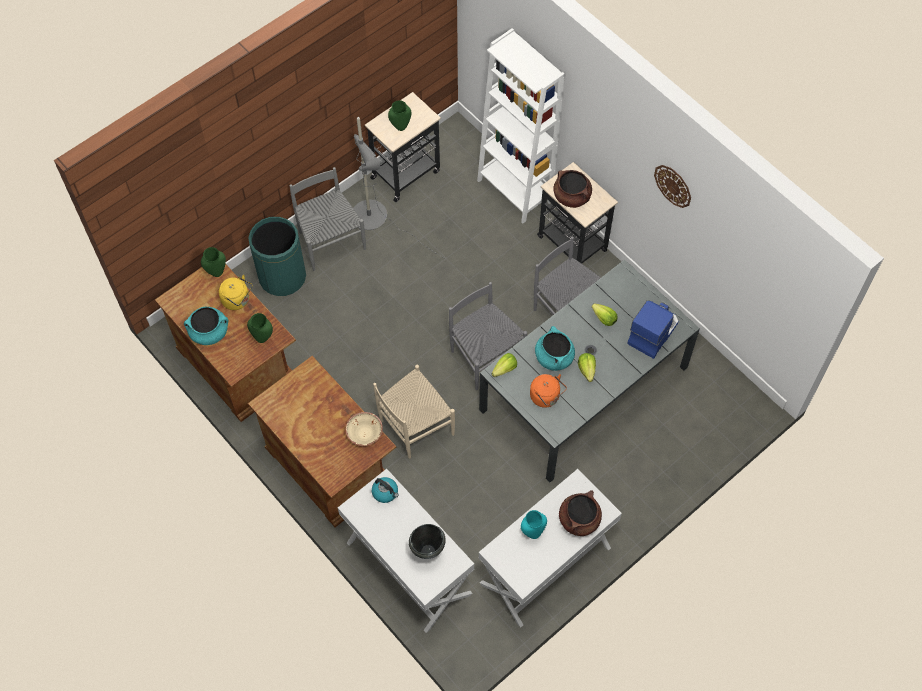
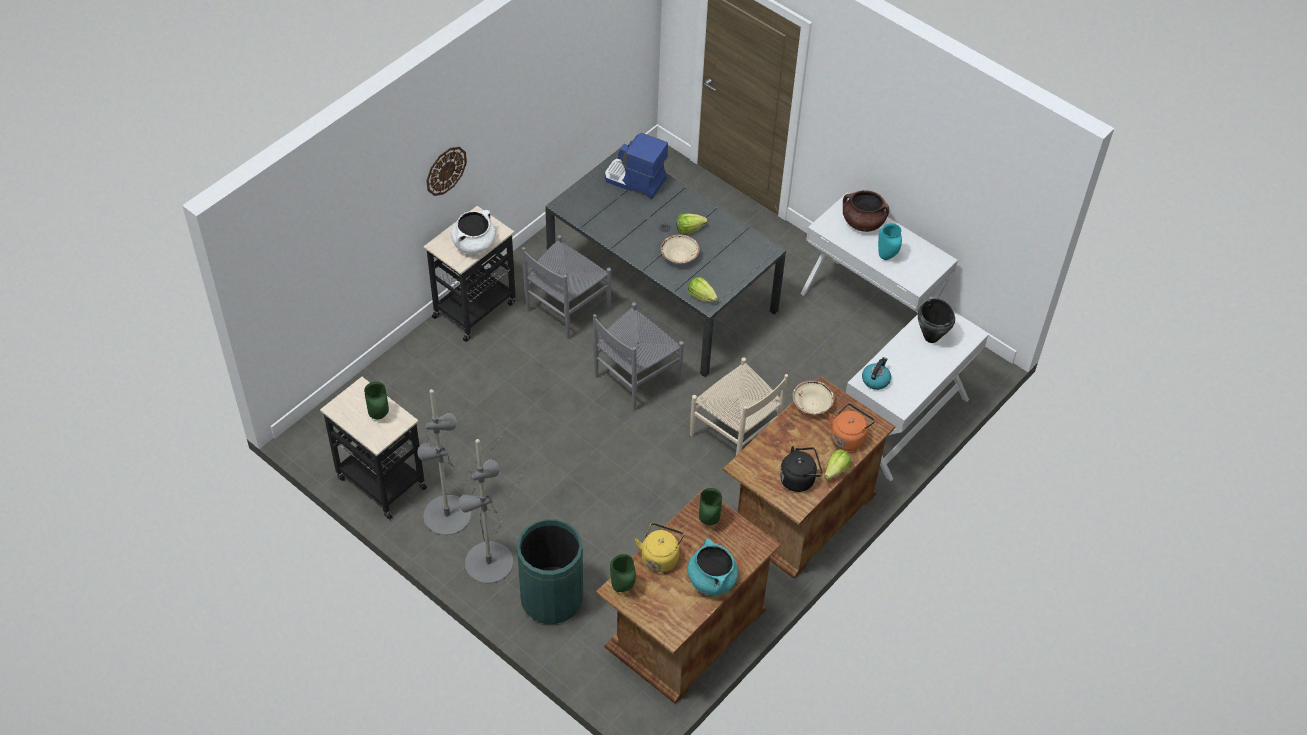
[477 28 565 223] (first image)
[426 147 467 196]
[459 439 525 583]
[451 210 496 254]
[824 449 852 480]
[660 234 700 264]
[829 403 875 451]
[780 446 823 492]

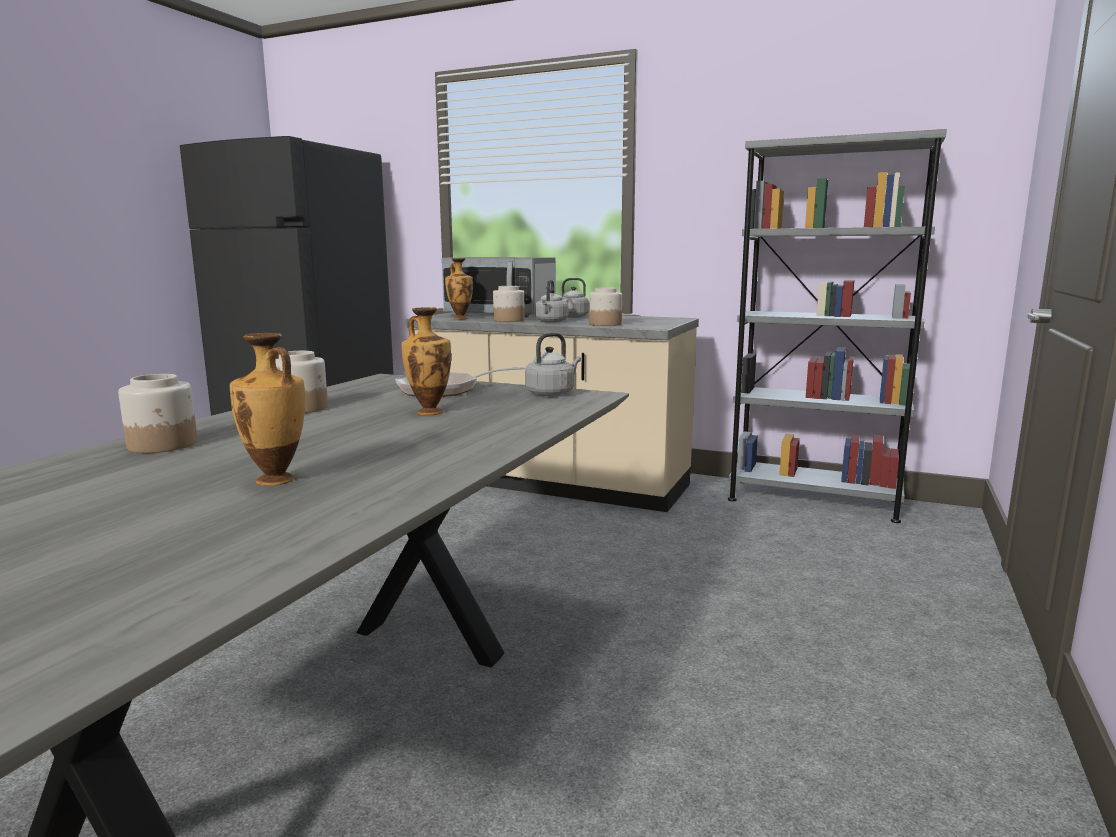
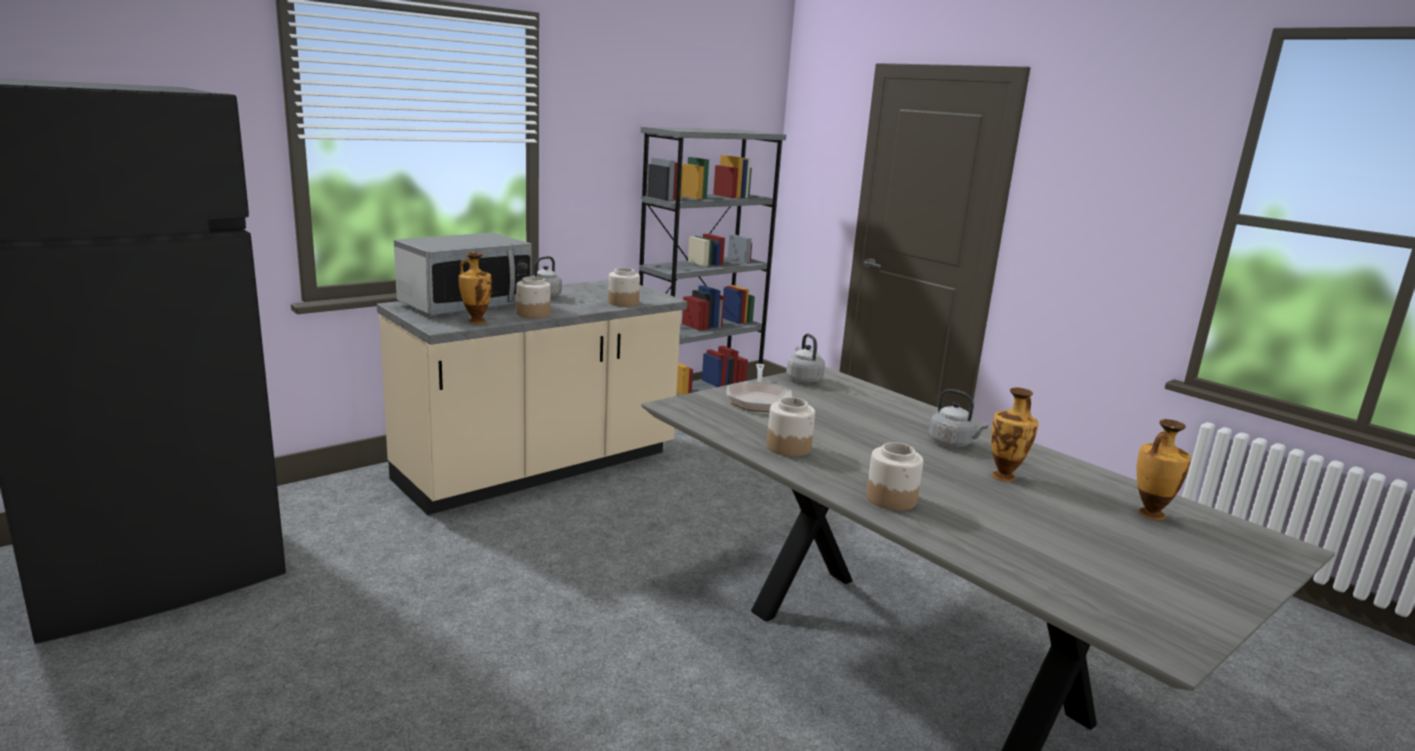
[929 389 989 447]
[1137 419 1191 520]

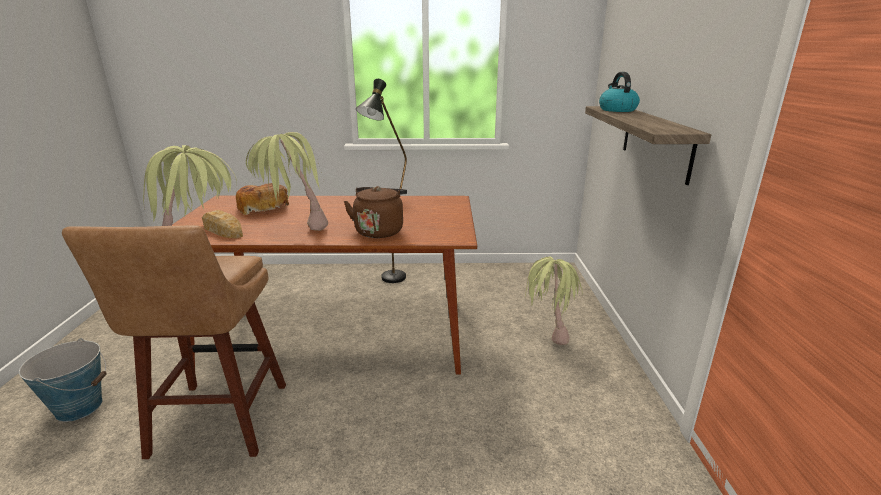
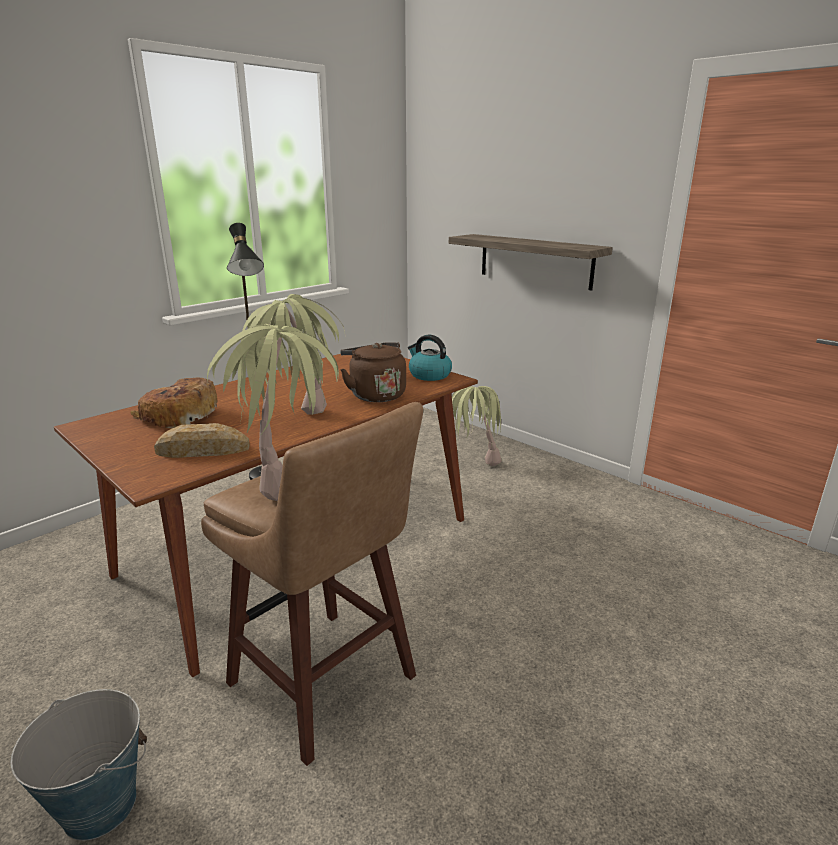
[408 335 452 381]

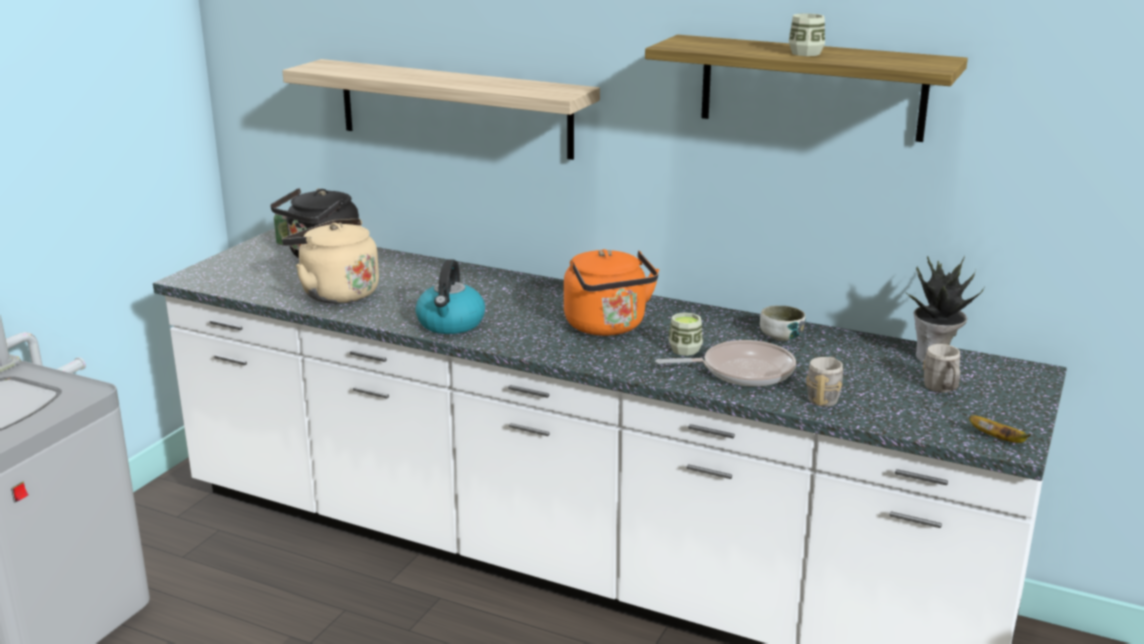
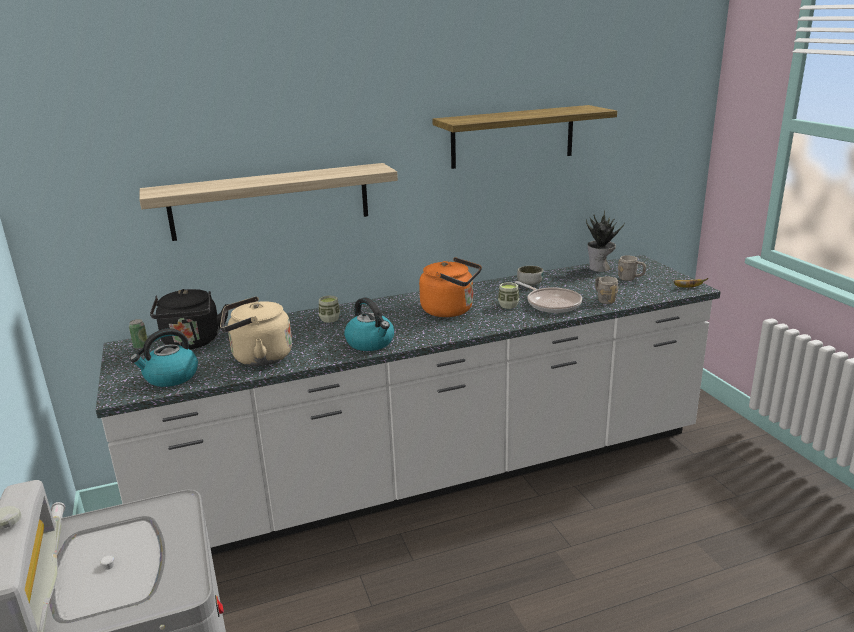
[319 296 340 323]
[515 281 582 313]
[130 328 198 387]

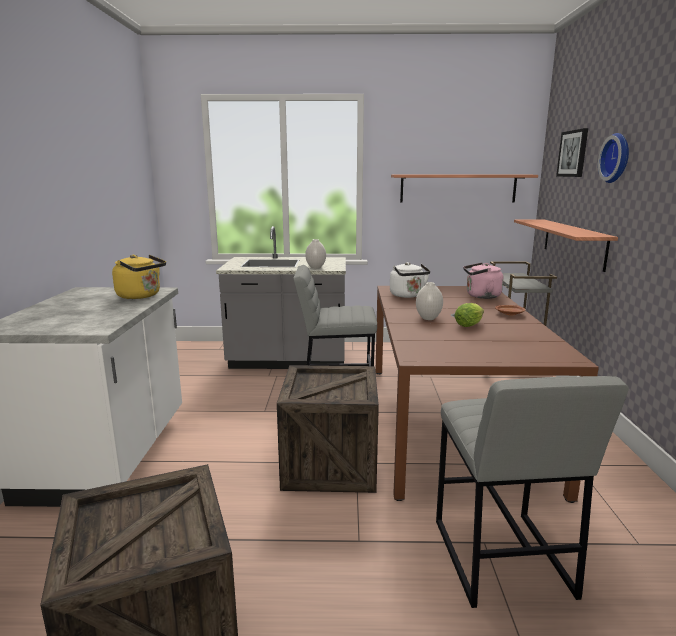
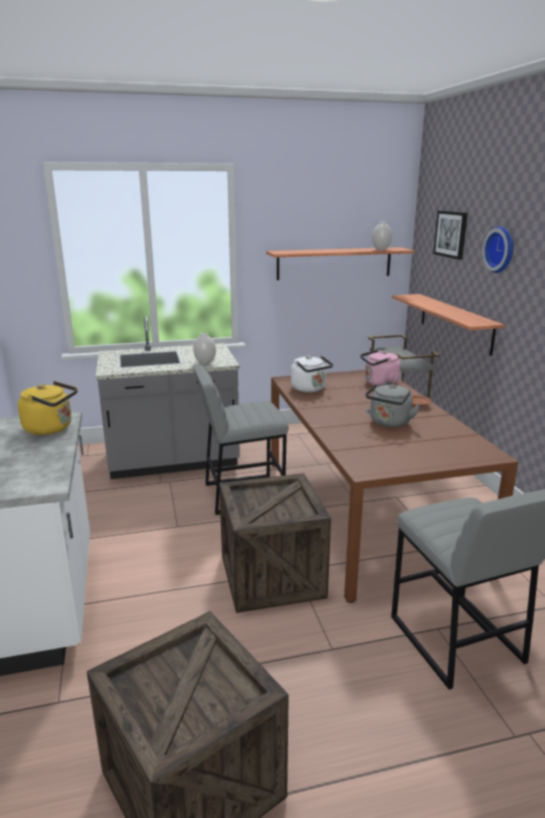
[372 222 392 250]
[365 384 421 427]

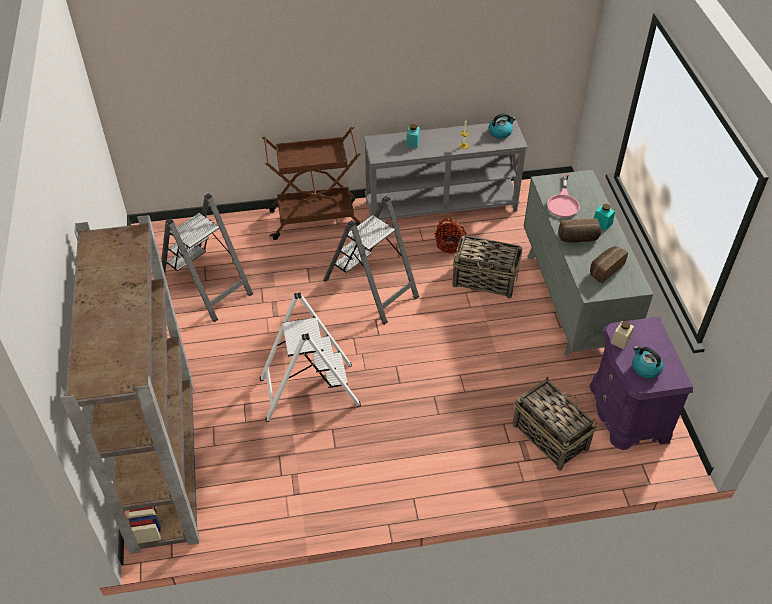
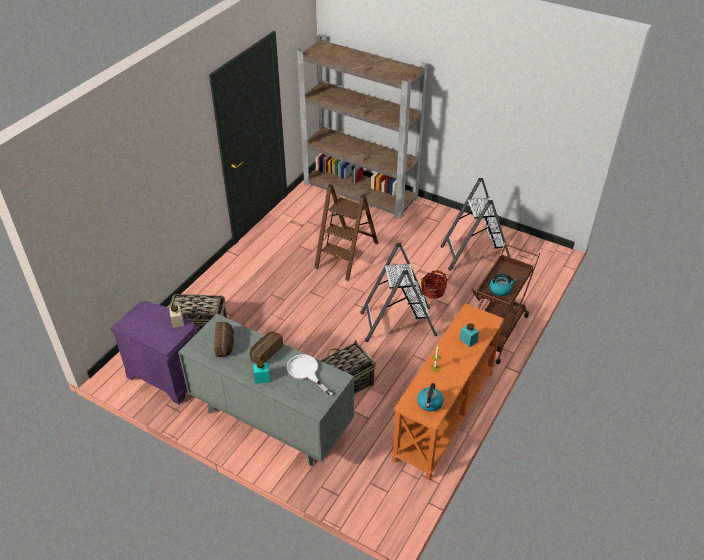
[391 303 504 480]
[287 354 333 397]
[421 270 448 299]
[314 184 378 281]
[489 274 516 296]

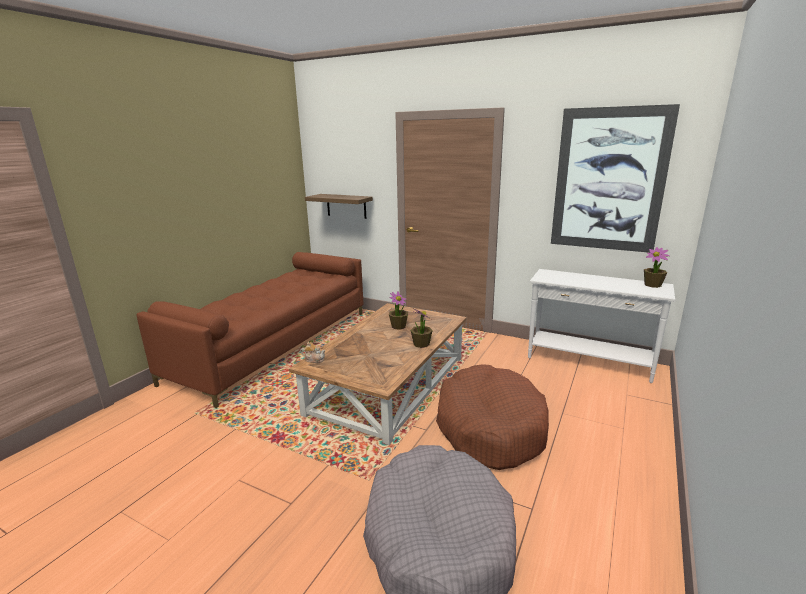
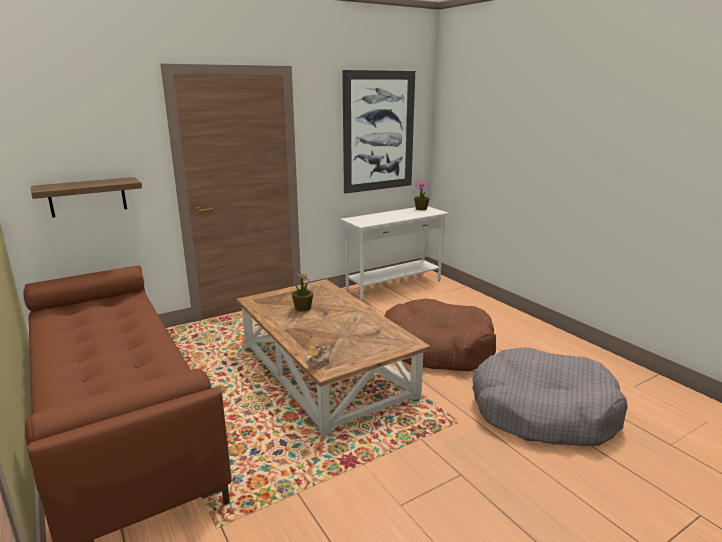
[410 309 433 348] (first image)

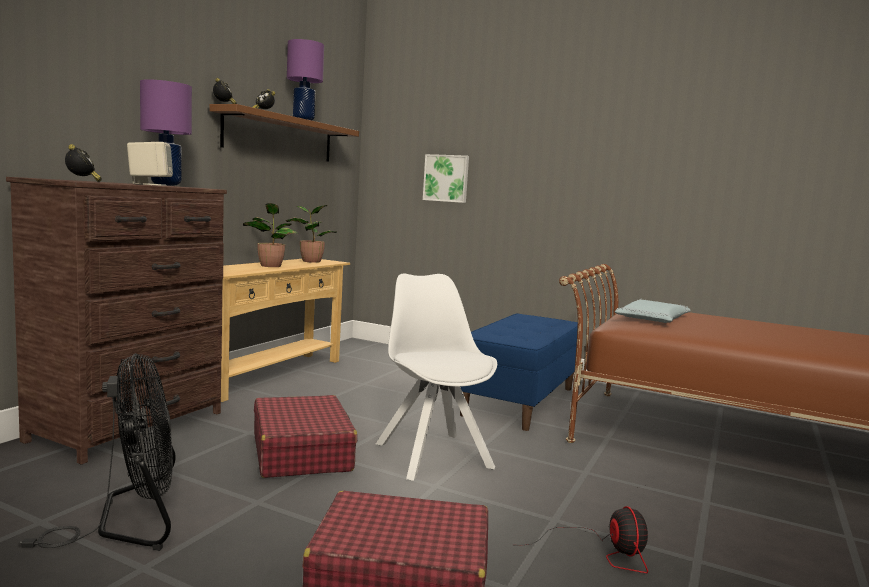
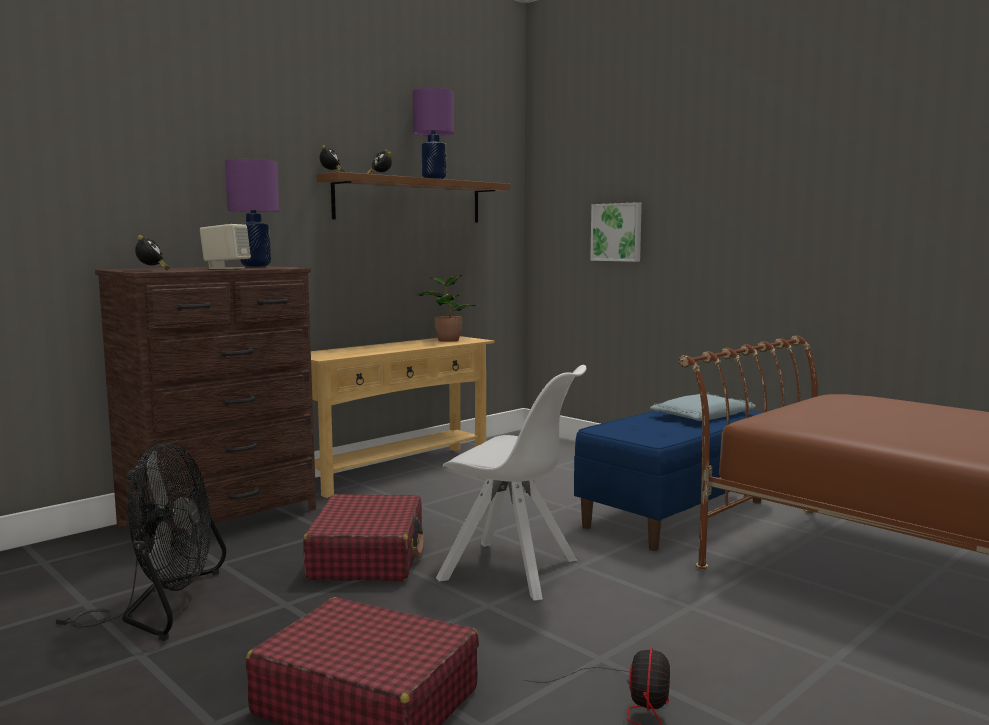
[243 203 298 267] (first image)
[436 365 587 601]
[650 392 756 421]

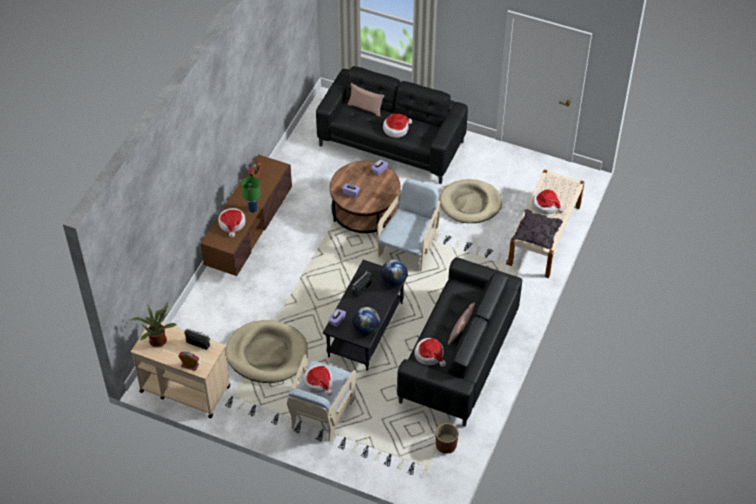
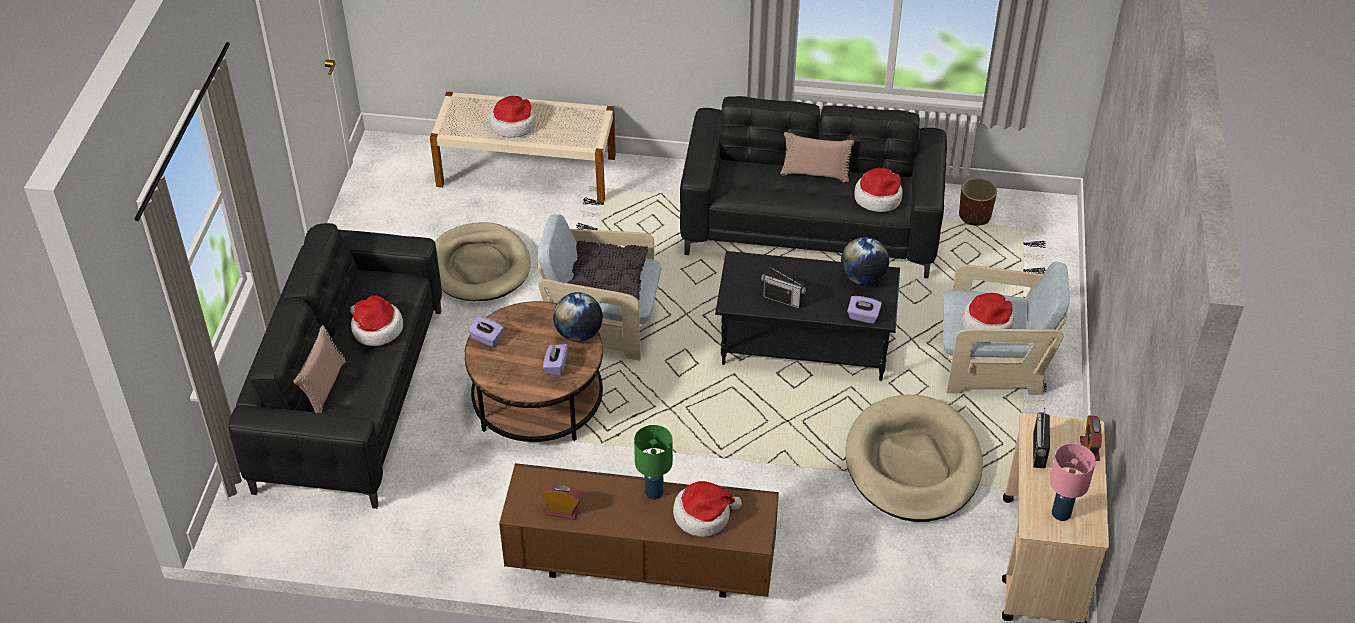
[568 241 649 300]
[553 292 603 342]
[1050 443 1096 521]

